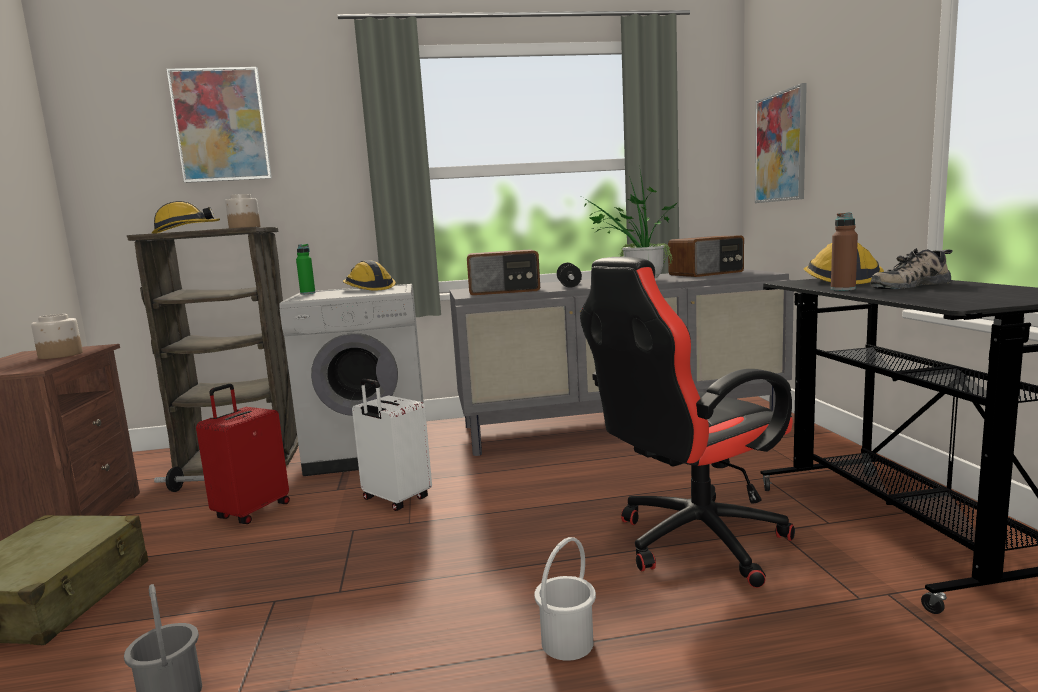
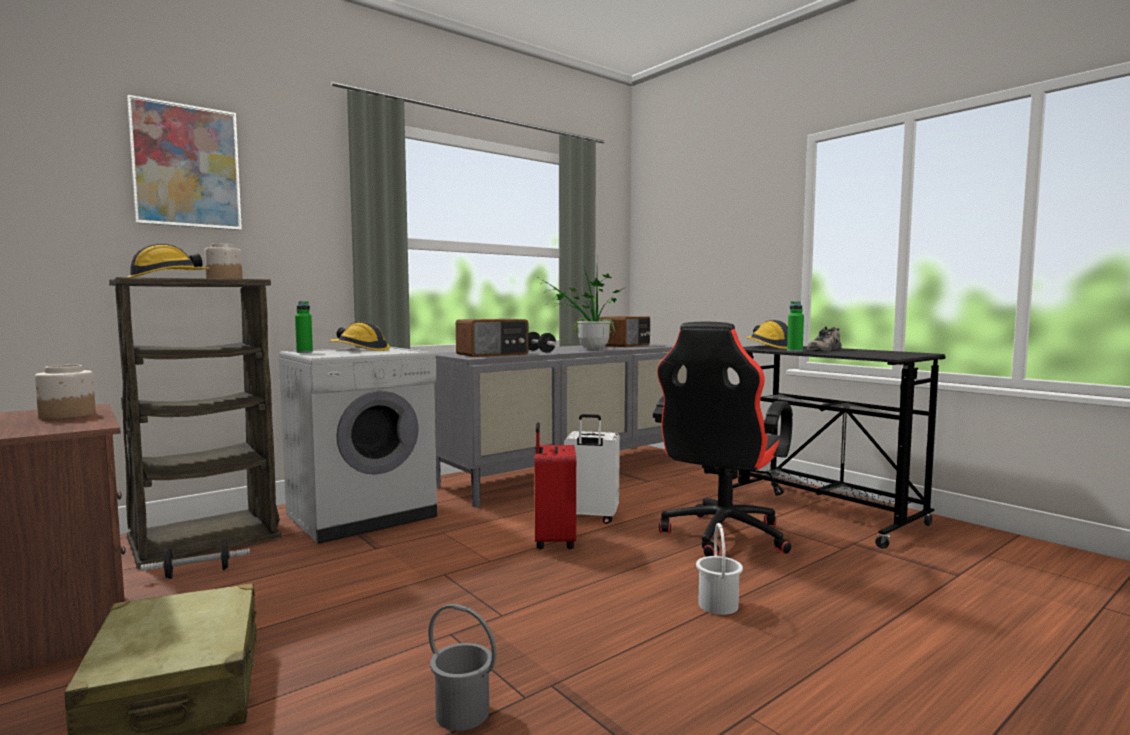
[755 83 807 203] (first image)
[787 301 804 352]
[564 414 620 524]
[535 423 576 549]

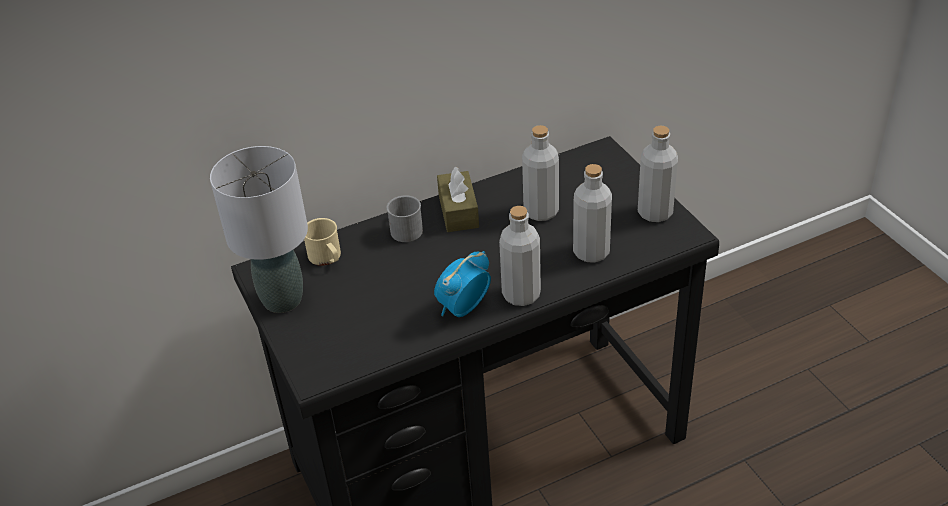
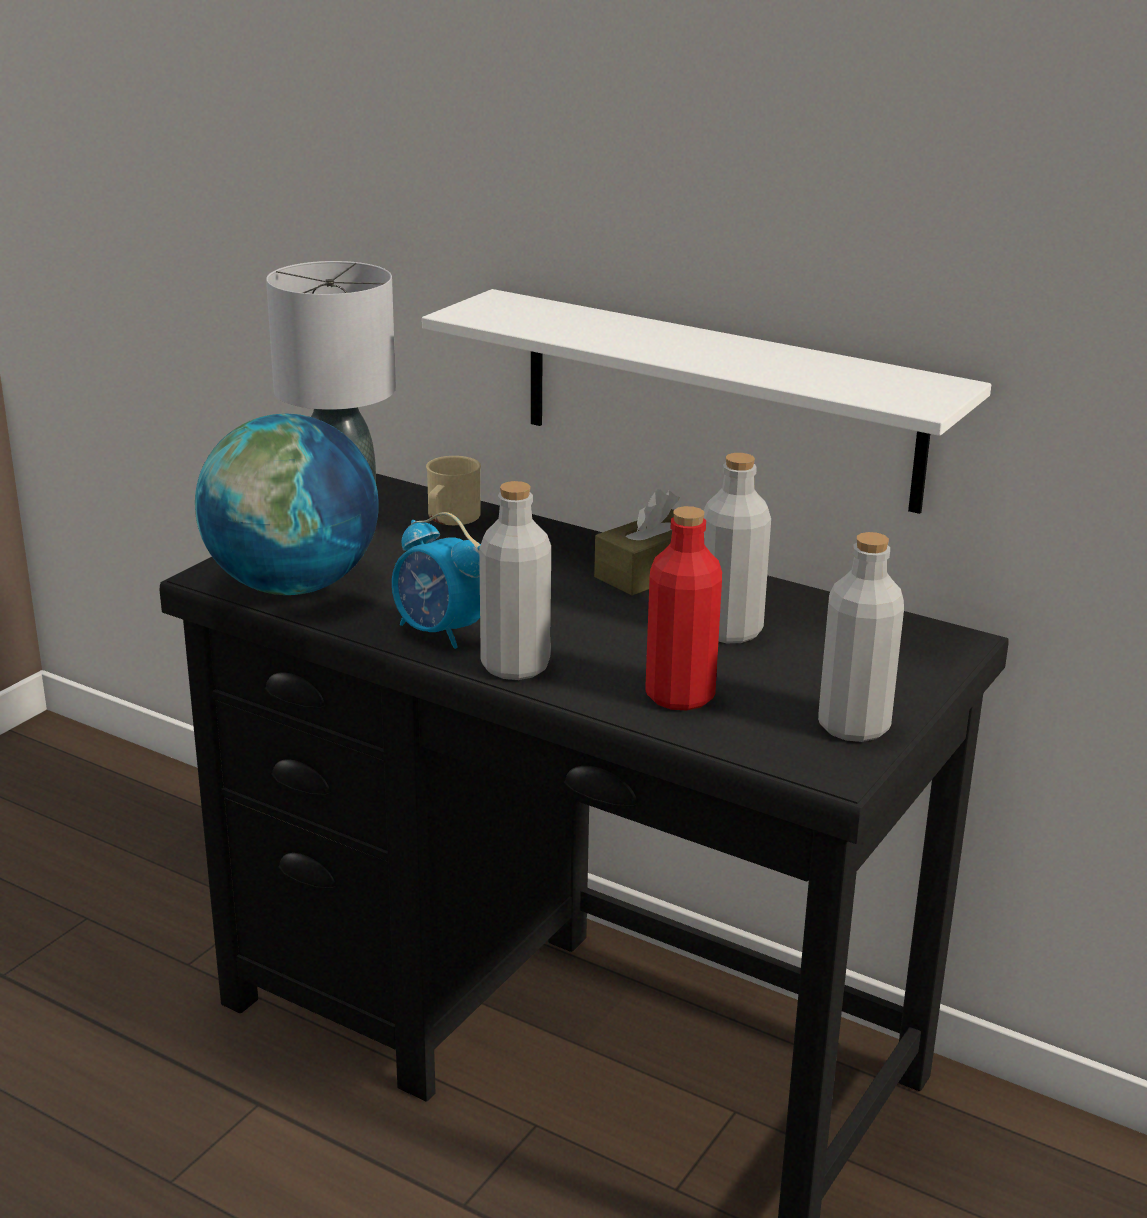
[645 506 722 710]
[387 195 423 242] (first image)
[392 512 481 649]
[422 289 991 514]
[195 414 379 595]

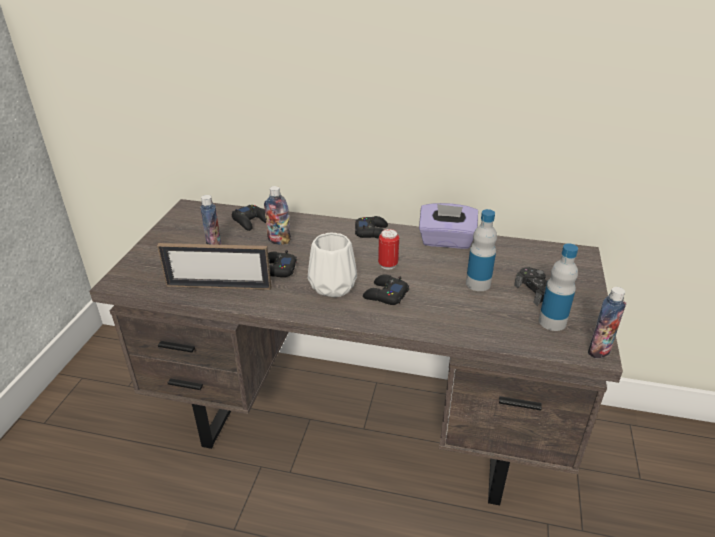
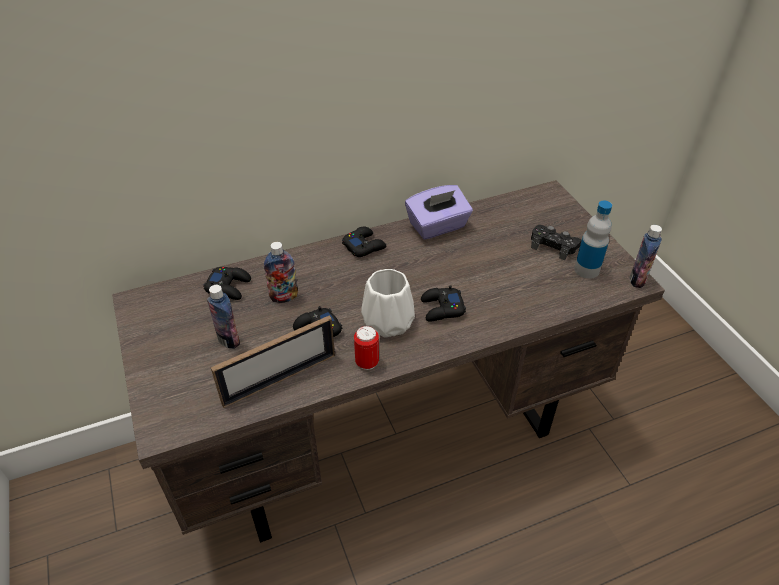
[466 209 497 291] (first image)
[354 326 379 370]

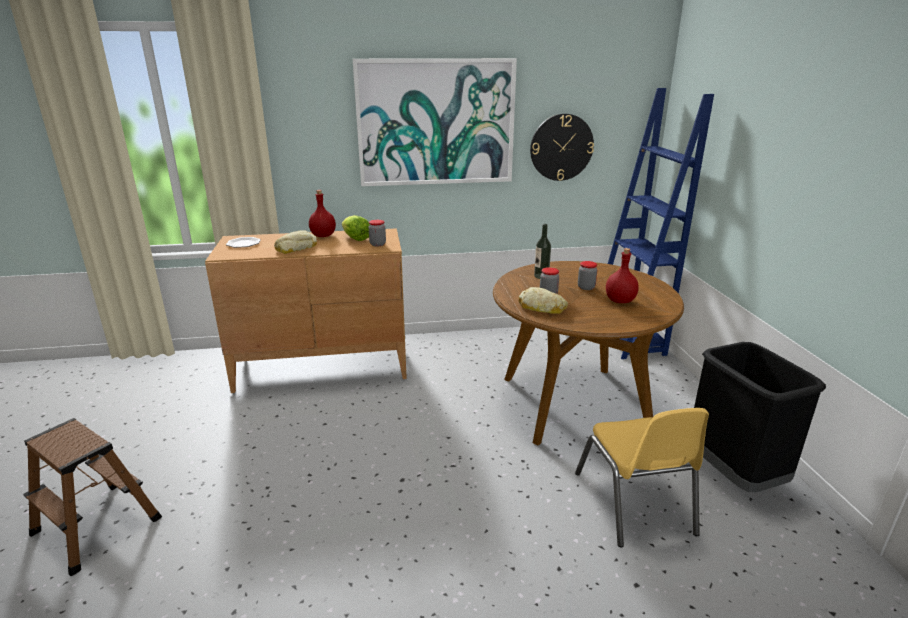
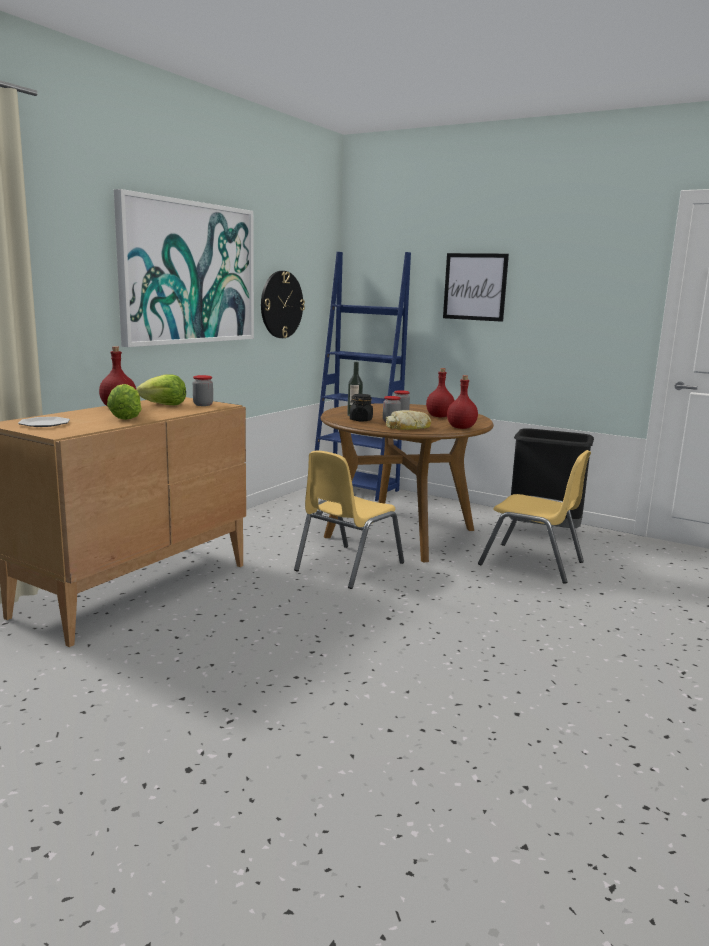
[107 384 142 420]
[23 418 162 576] (first image)
[443 253 509 322]
[447 375 478 429]
[350 394 373 421]
[294 450 404 589]

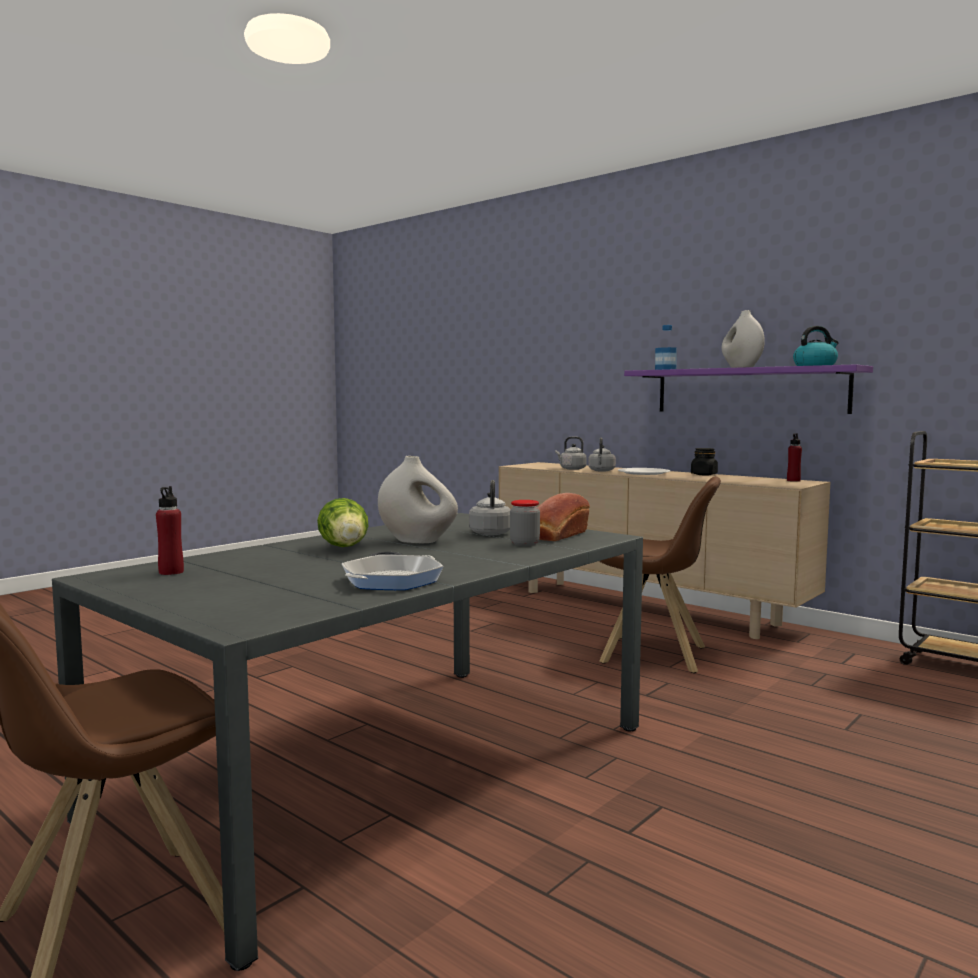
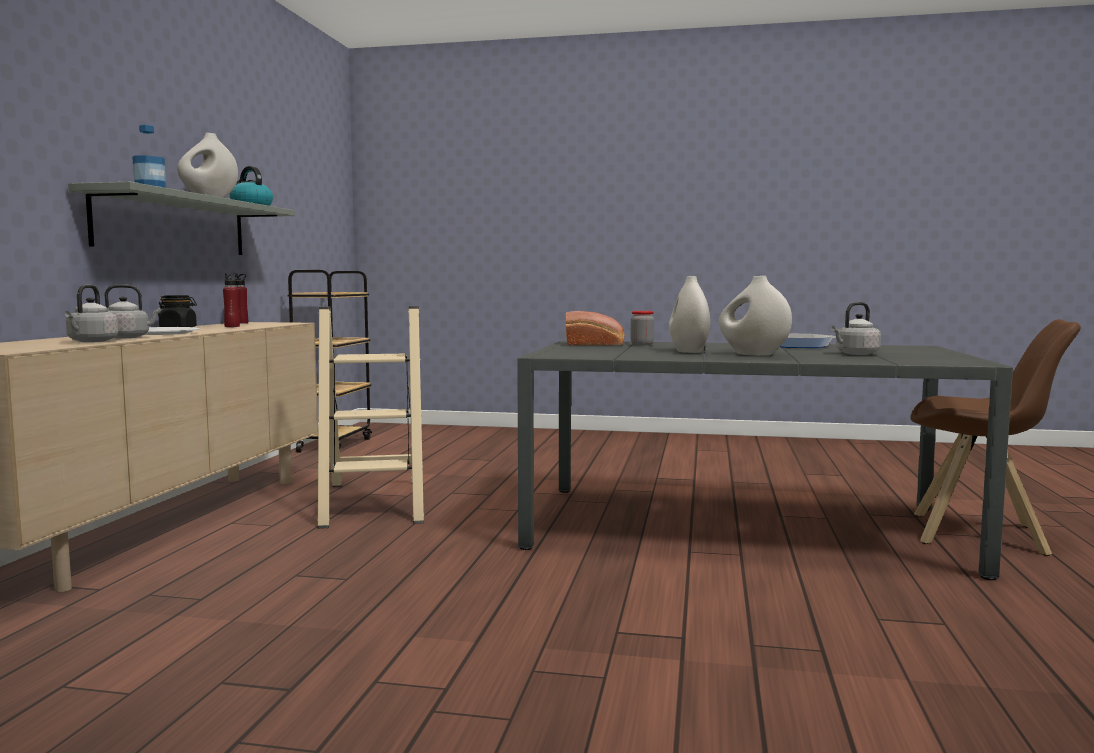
[68 182 295 255]
[317 306 424 529]
[831 302 881 355]
[223 273 240 327]
[719 276 792 356]

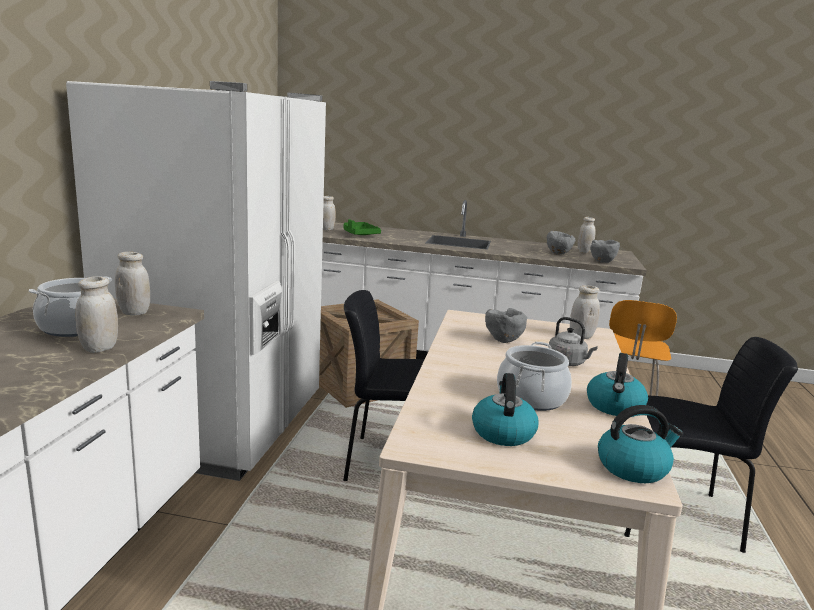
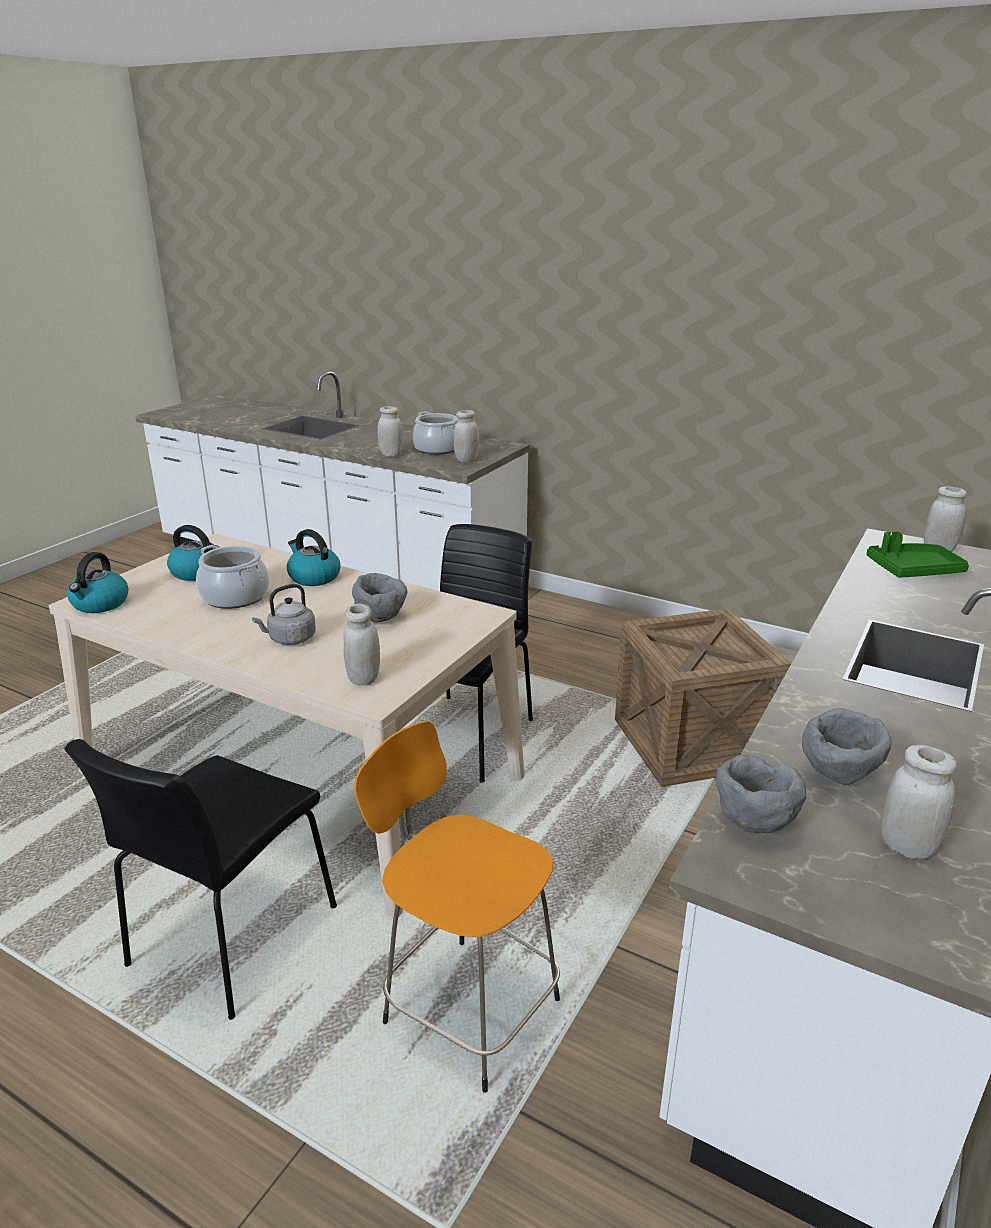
[66 81 326 481] (first image)
[287 529 341 586]

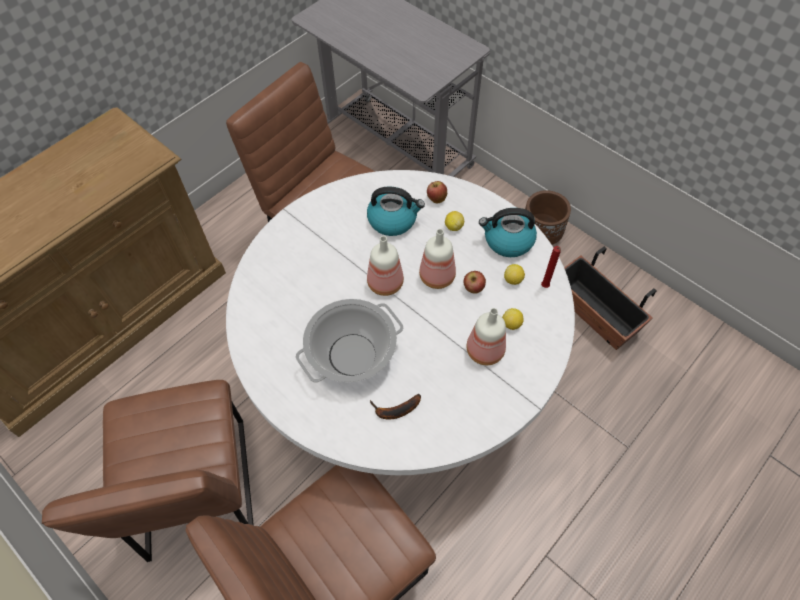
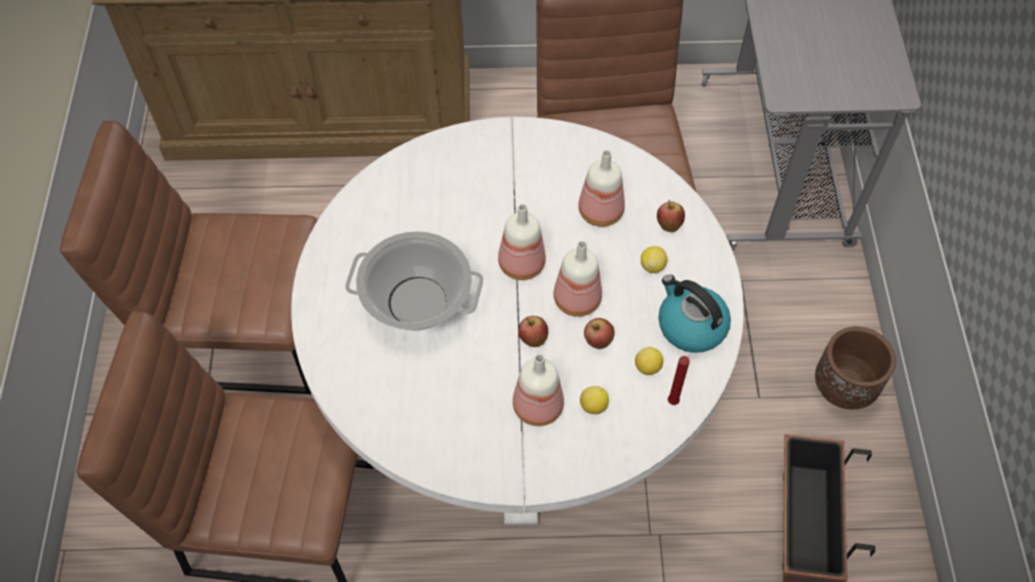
[578 150 625 227]
[60 121 318 394]
[370 394 421 419] (first image)
[518 316 548 347]

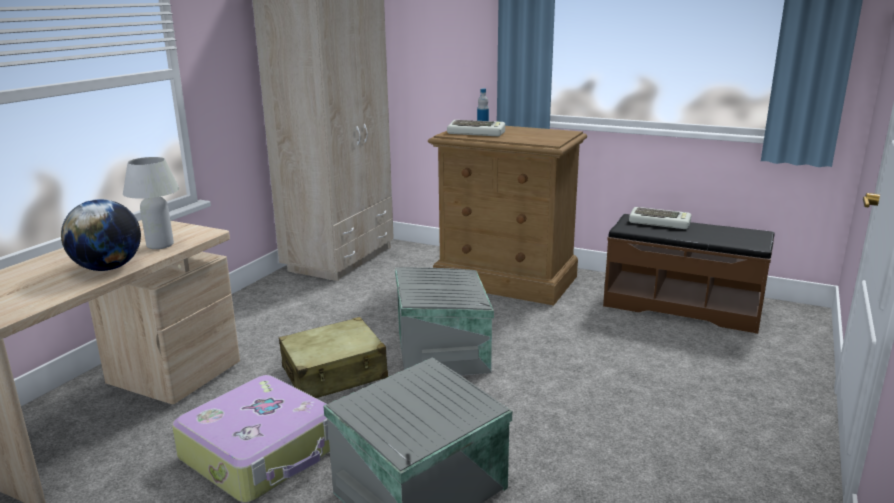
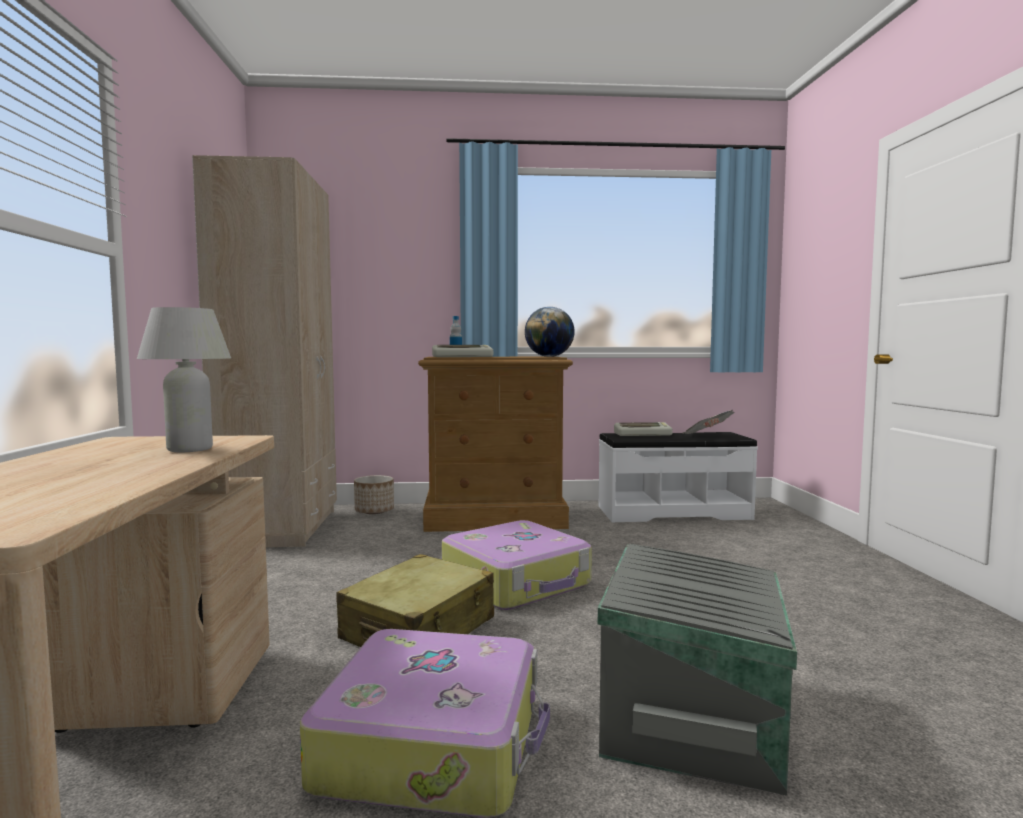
[525 307 575 357]
[599 432 758 523]
[442 520 592 610]
[682 410 734 434]
[354 475 394 514]

